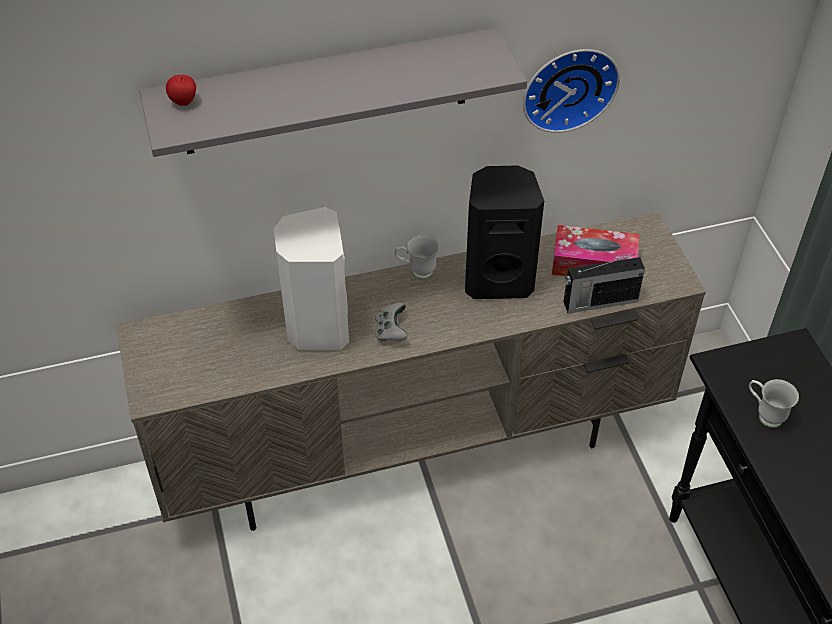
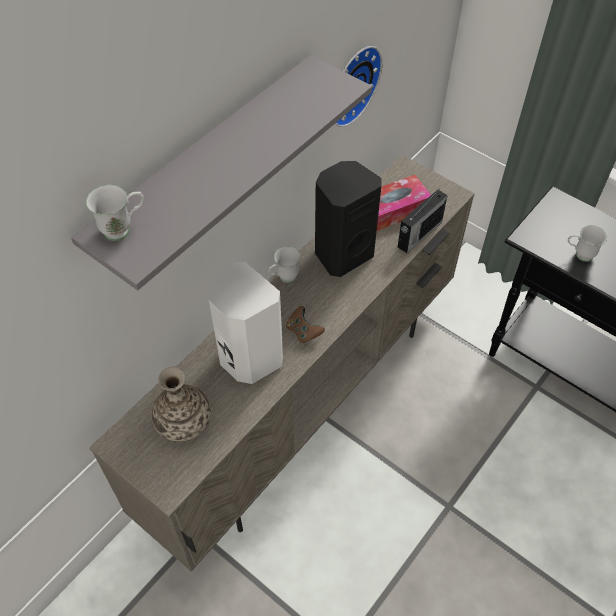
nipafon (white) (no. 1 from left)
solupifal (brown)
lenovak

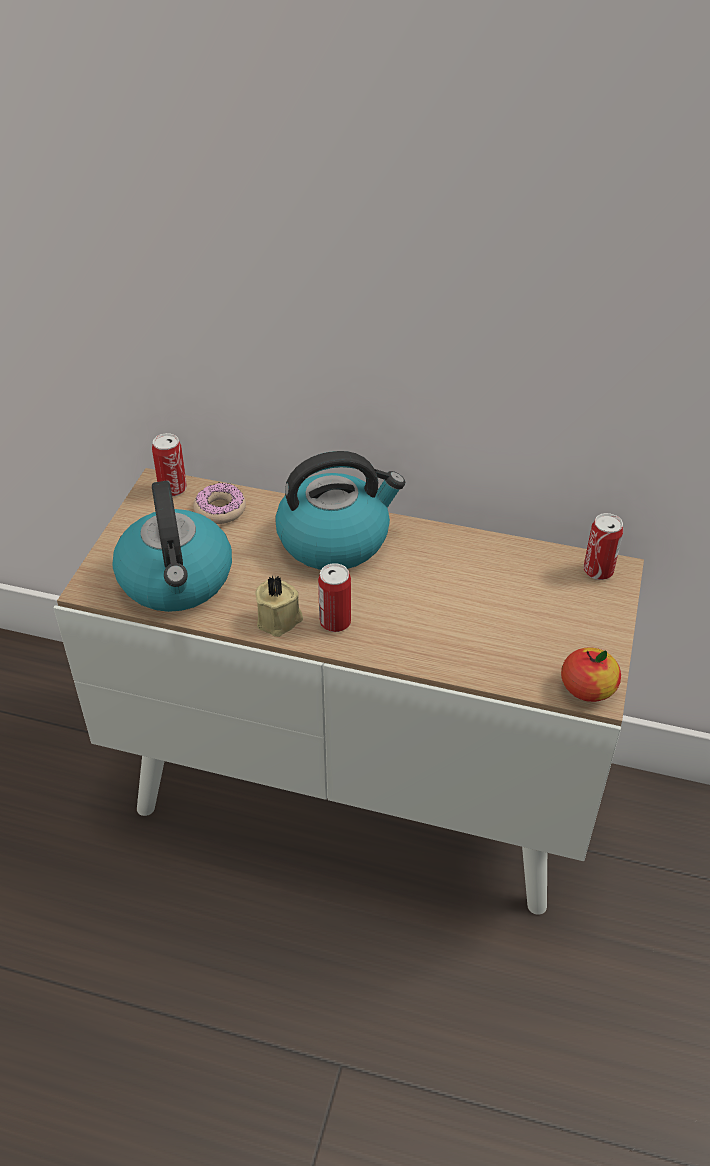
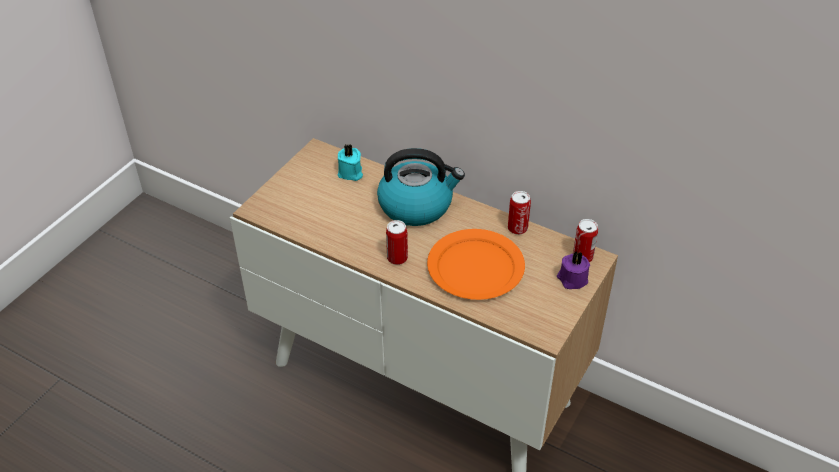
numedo (no. 1 from left in the first image)
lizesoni (no. 2 from left)
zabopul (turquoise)
zabopul (beige)
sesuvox
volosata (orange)
zabopul (purple)

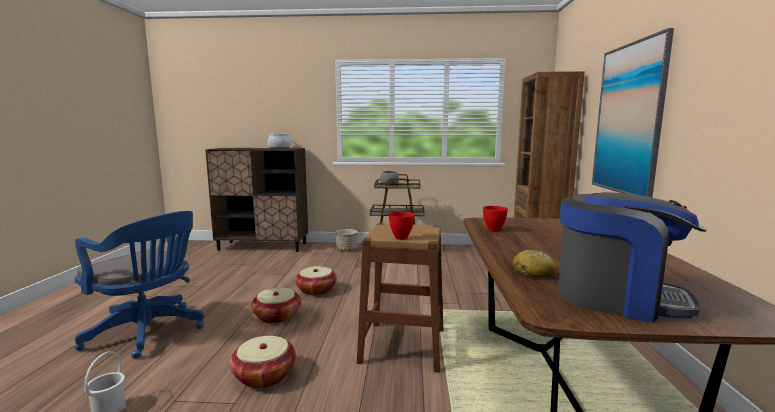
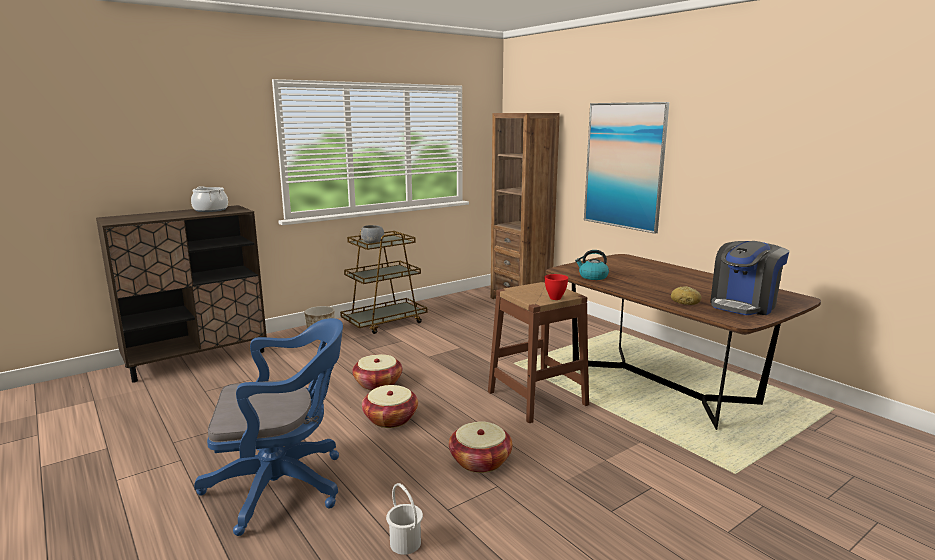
numedo
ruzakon

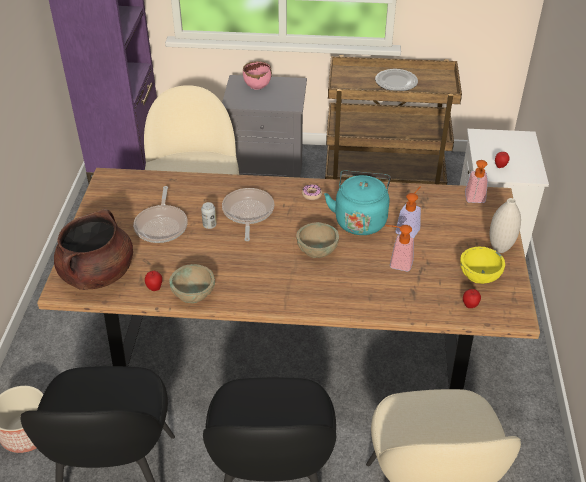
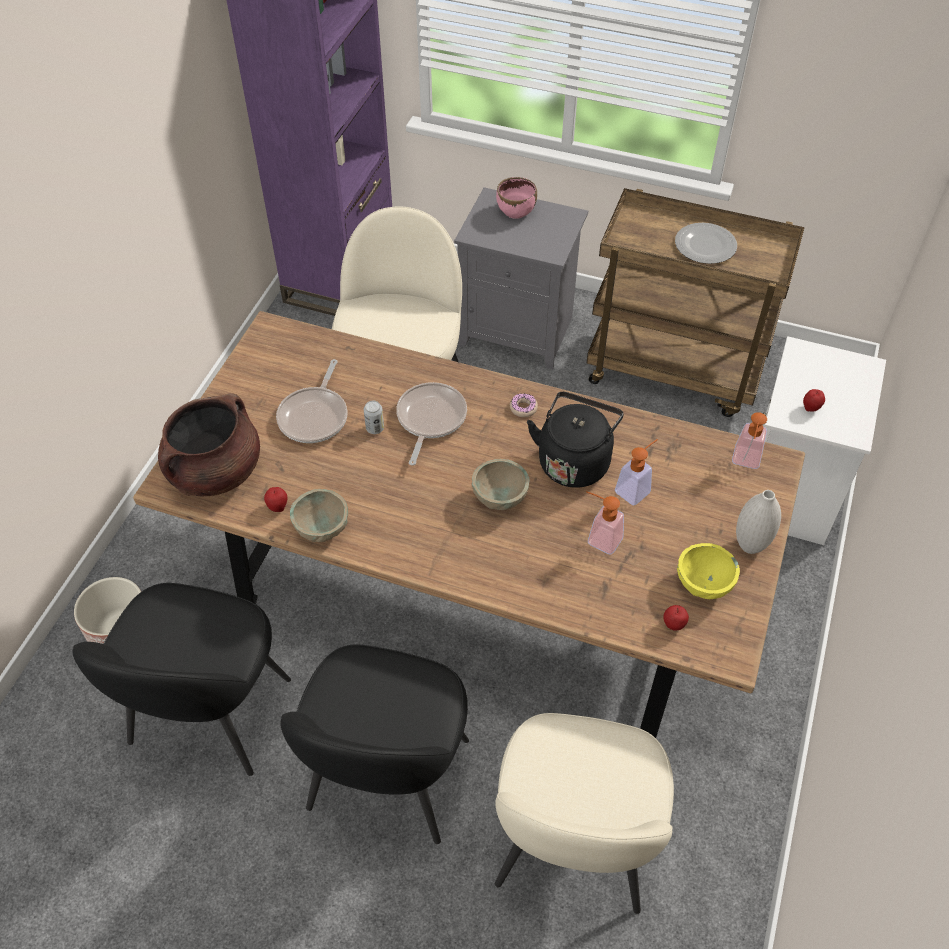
numedo (black)

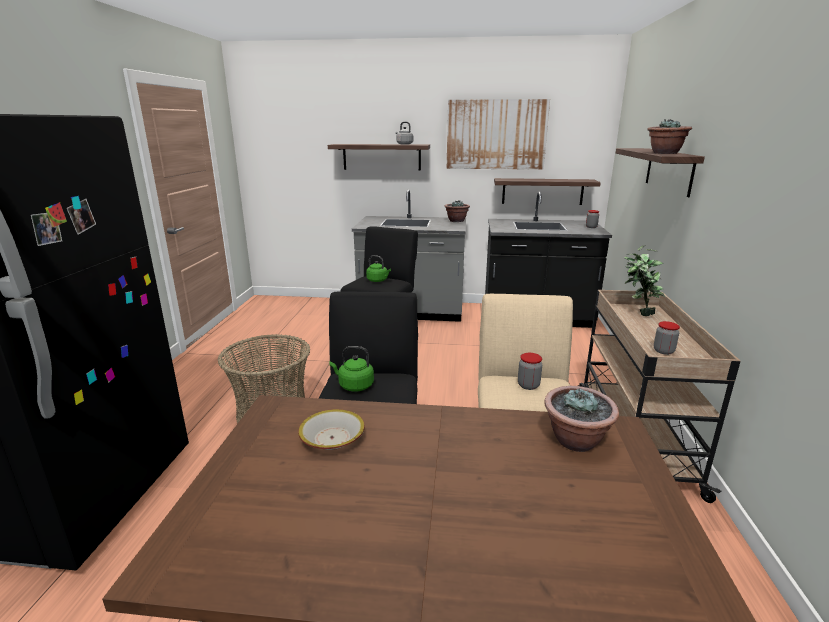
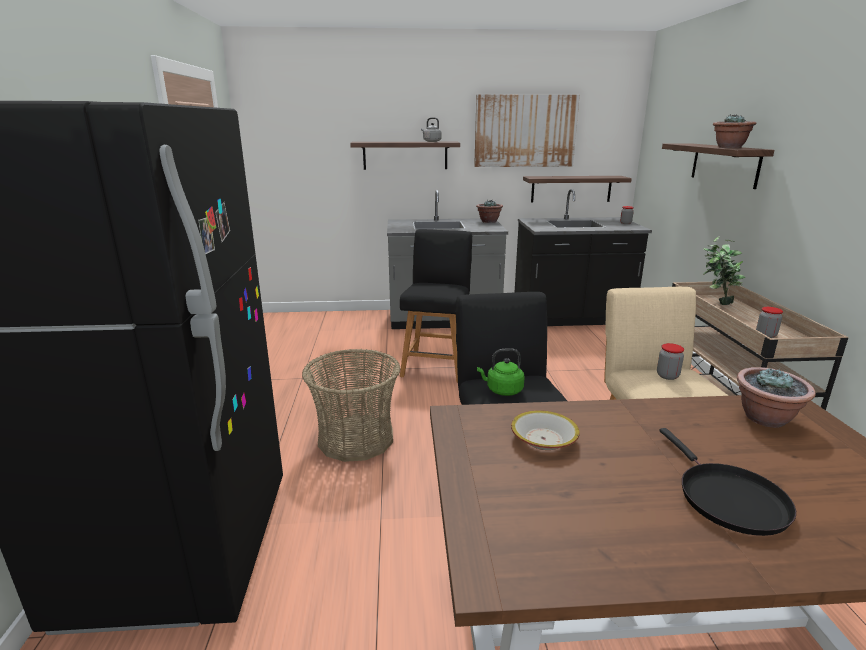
numedo (green) (no. 2 from left in the first image)
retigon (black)

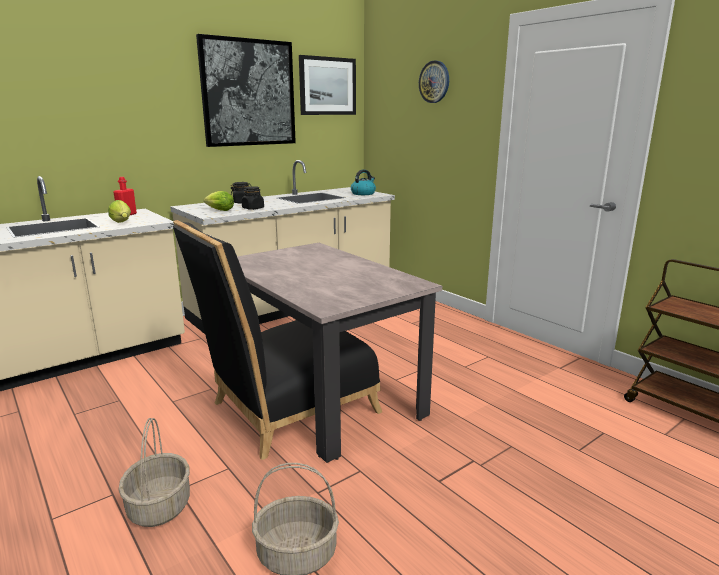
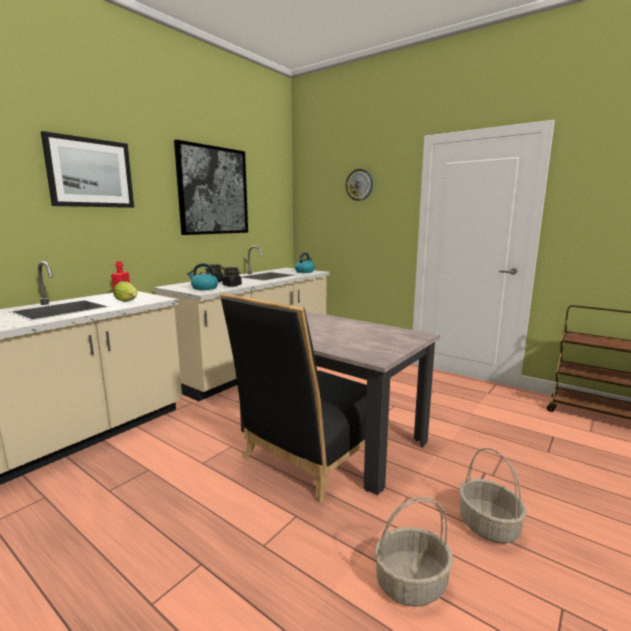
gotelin (no. 2 from left)
numedo (no. 1 from left)
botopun (no. 1 from left)

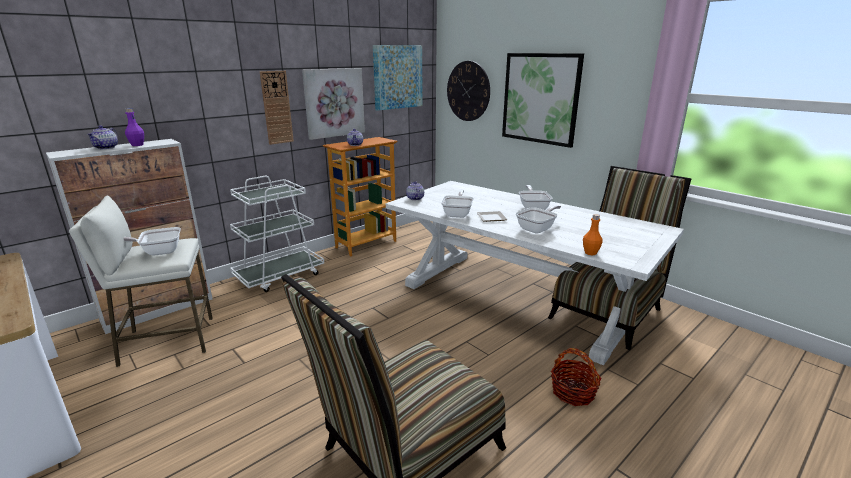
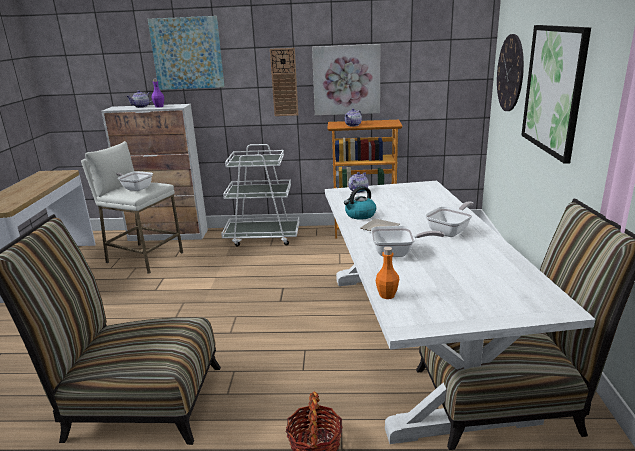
botopun (no. 1 from left)
numedo

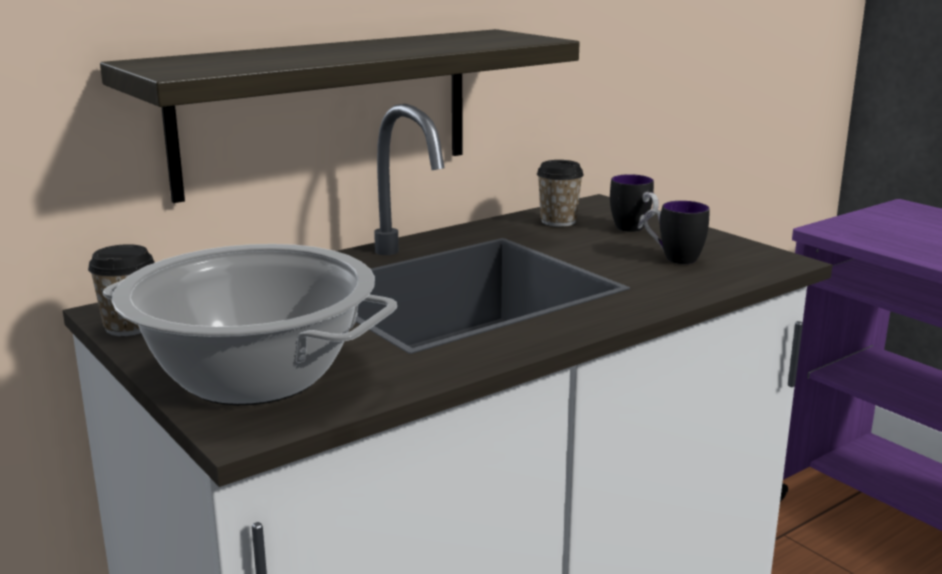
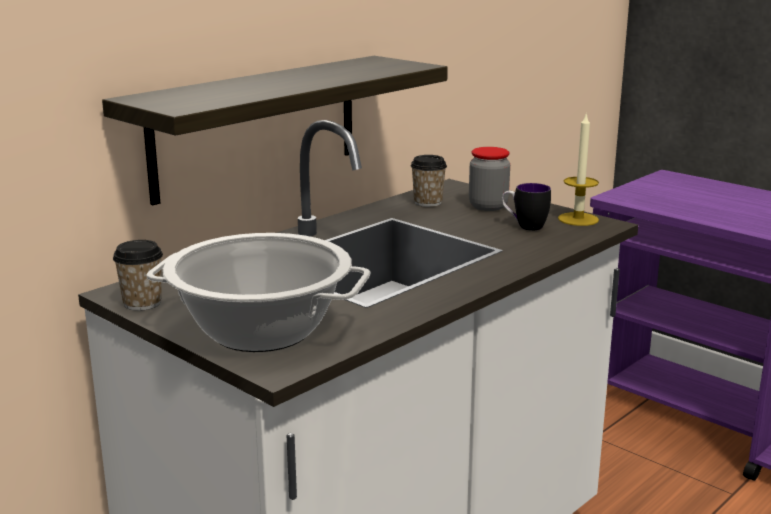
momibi
zabopul

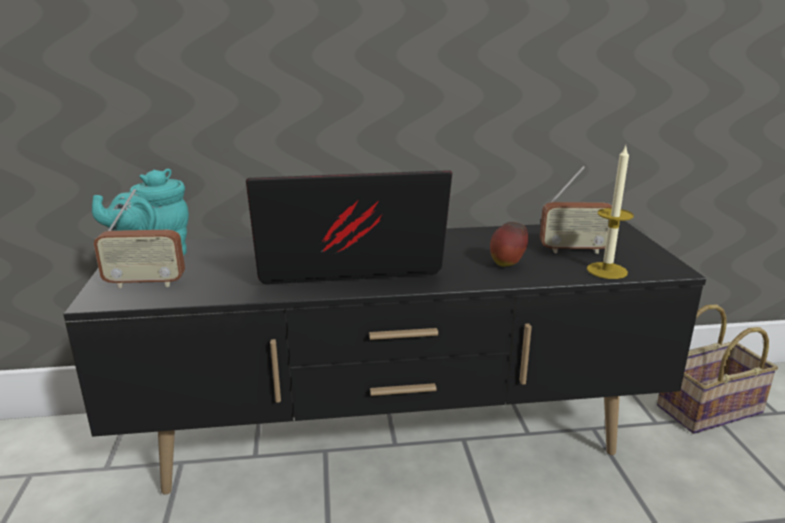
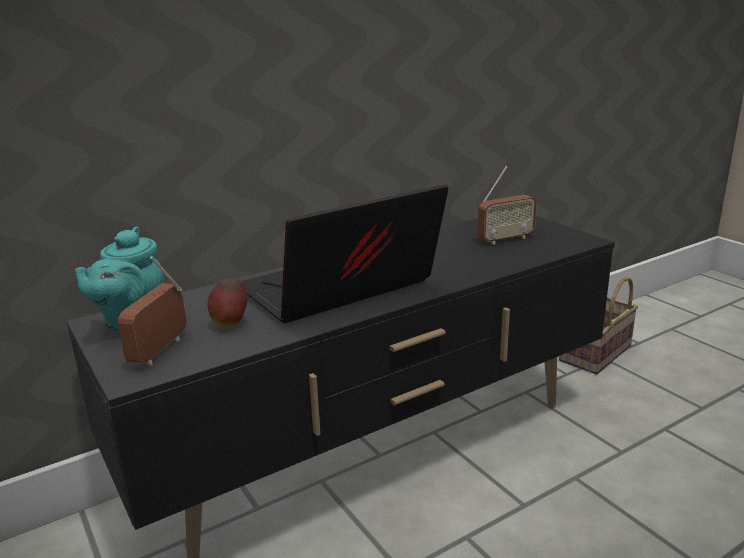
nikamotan (no. 1 from left)
sesuvox
zabopul

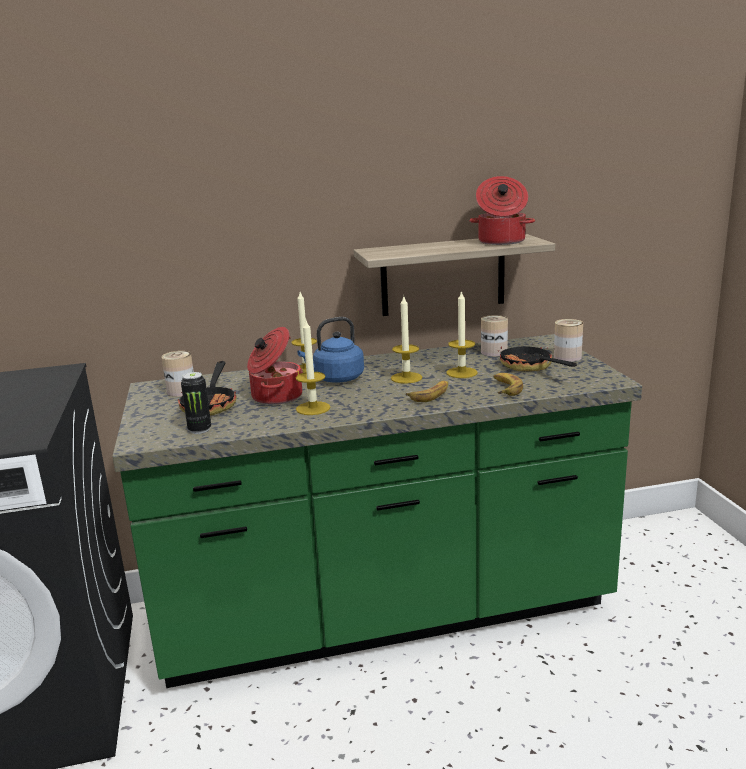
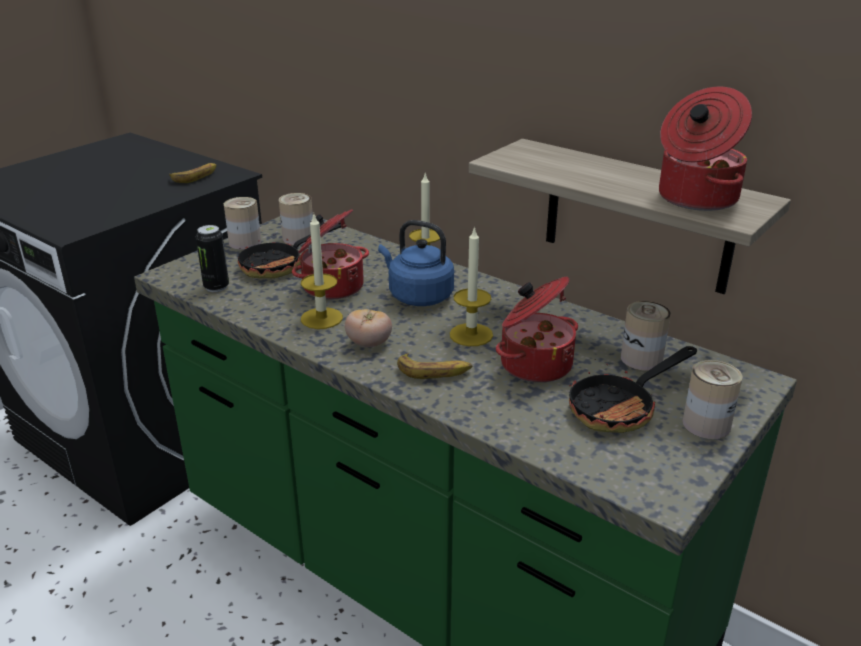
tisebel (no. 2 from left)
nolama (no. 1 from left)
retigon (no. 2 from left)
lizesoni (no. 2 from left)
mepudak

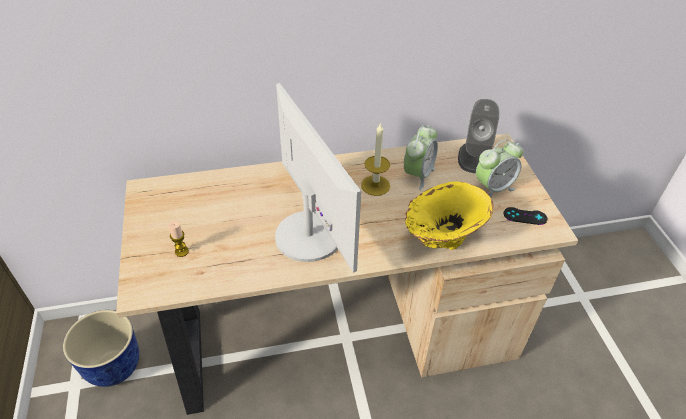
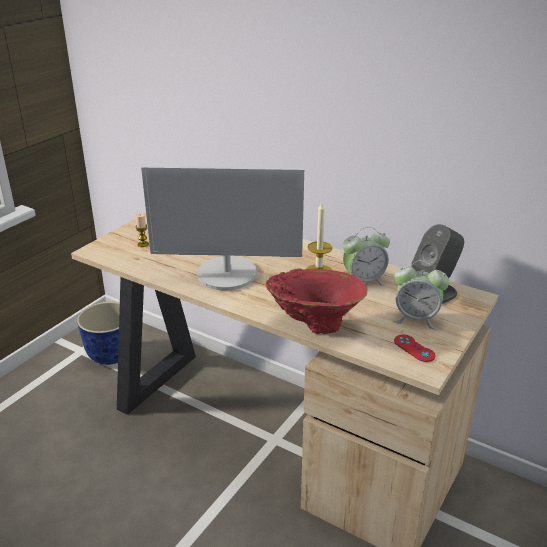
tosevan
lenovak (red)
solupifal (red)

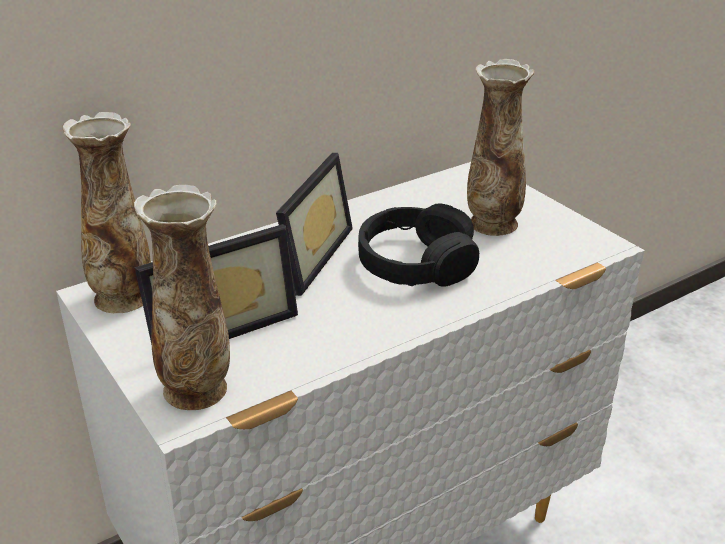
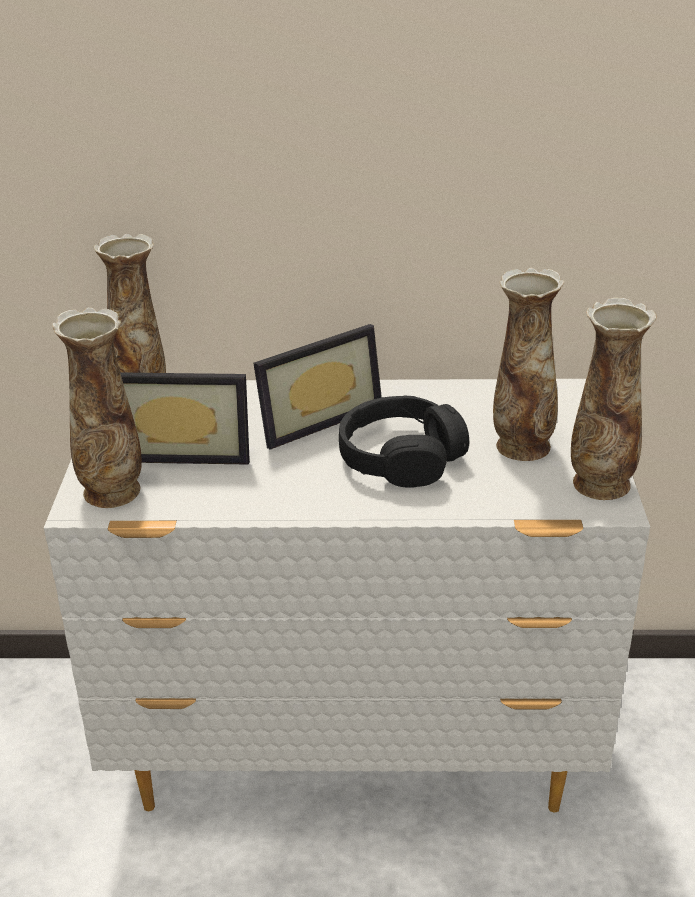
lenovak (no. 4 from left)

